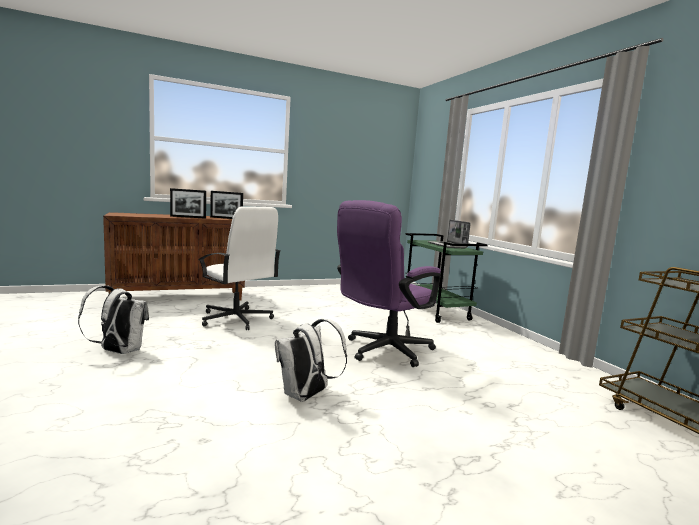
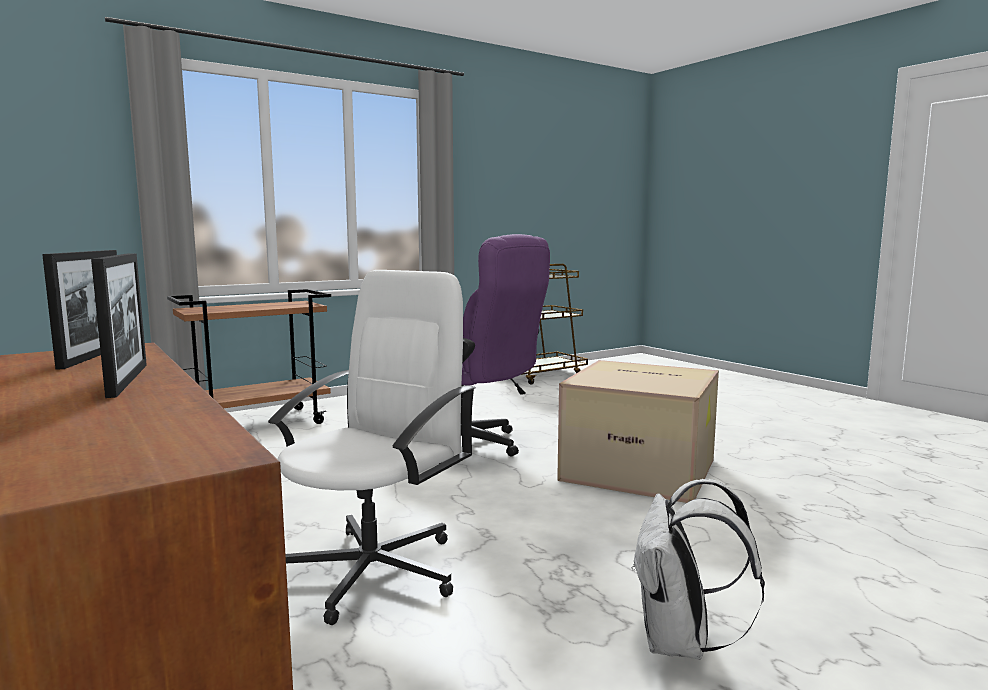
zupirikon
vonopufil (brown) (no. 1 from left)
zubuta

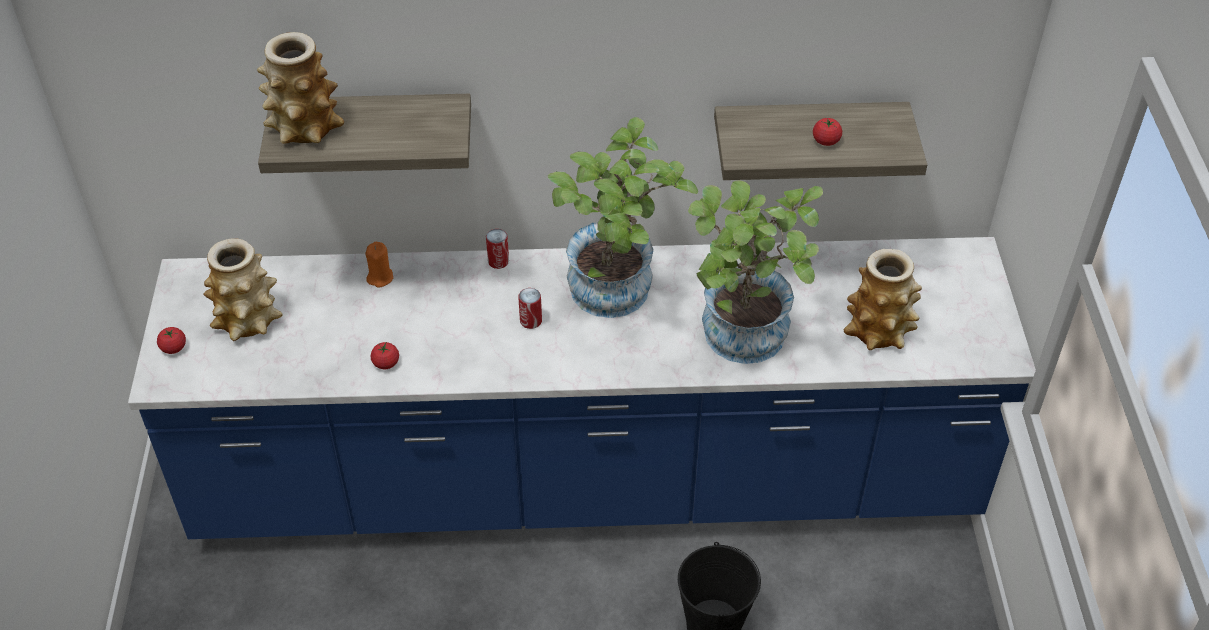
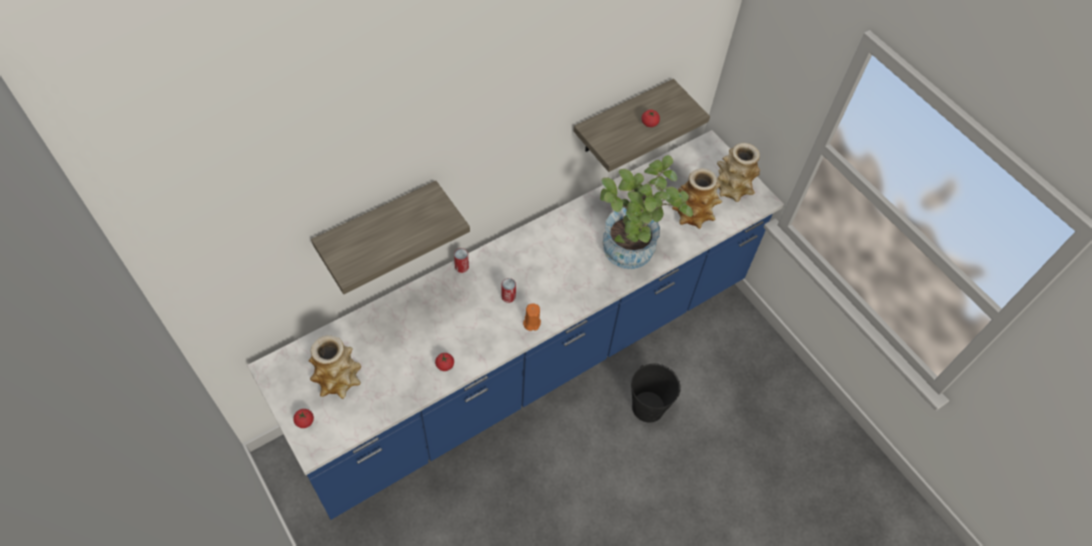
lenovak (no. 3 from left)
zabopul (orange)
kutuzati (no. 1 from left in the first image)

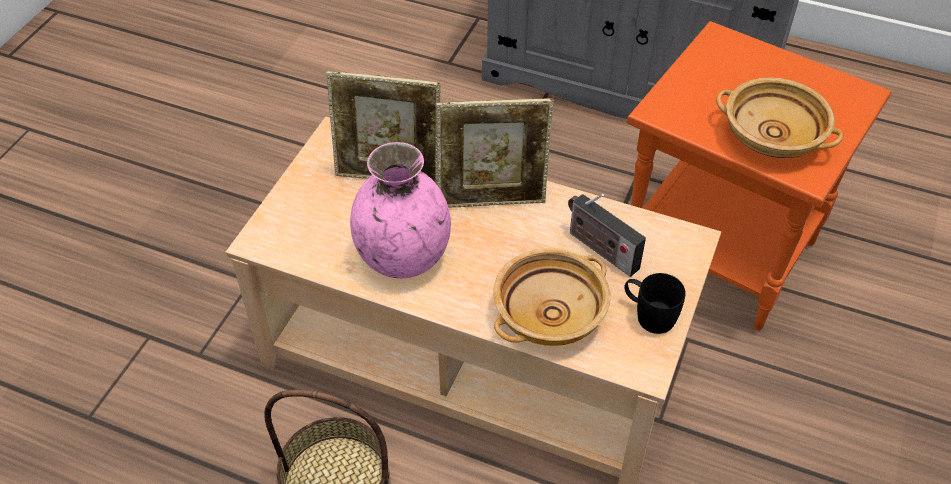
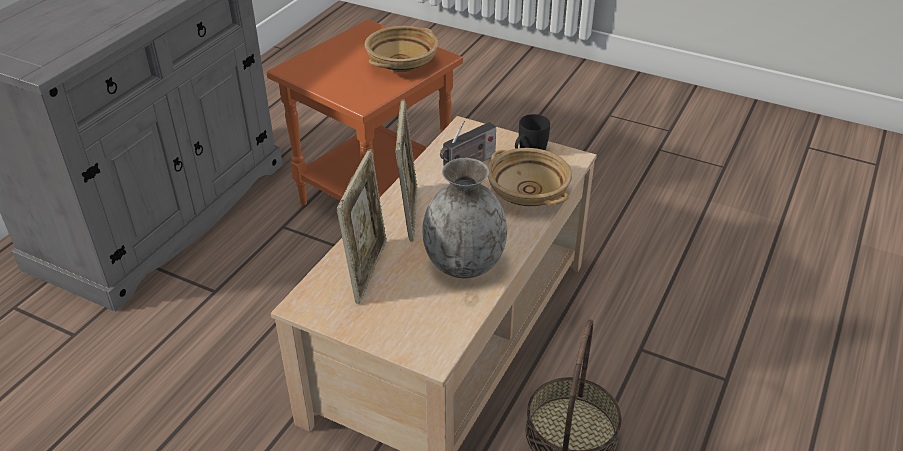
lenovak (grey)

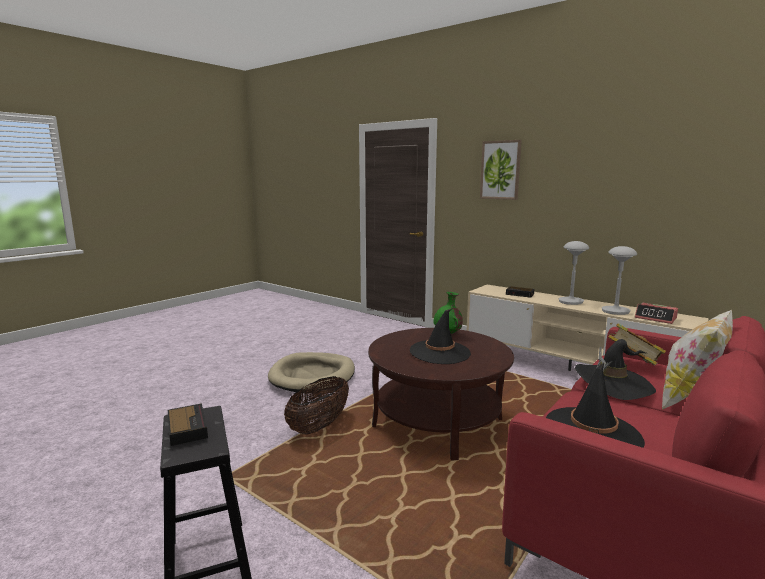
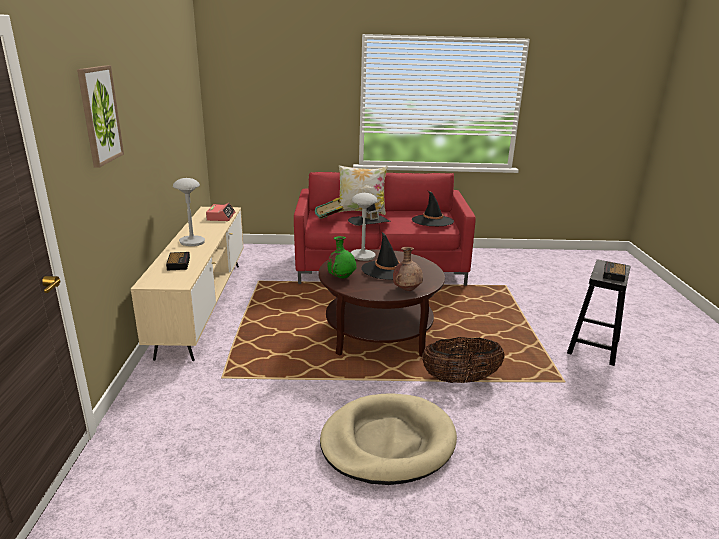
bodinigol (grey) (no. 2 from left)
lenovak (brown)

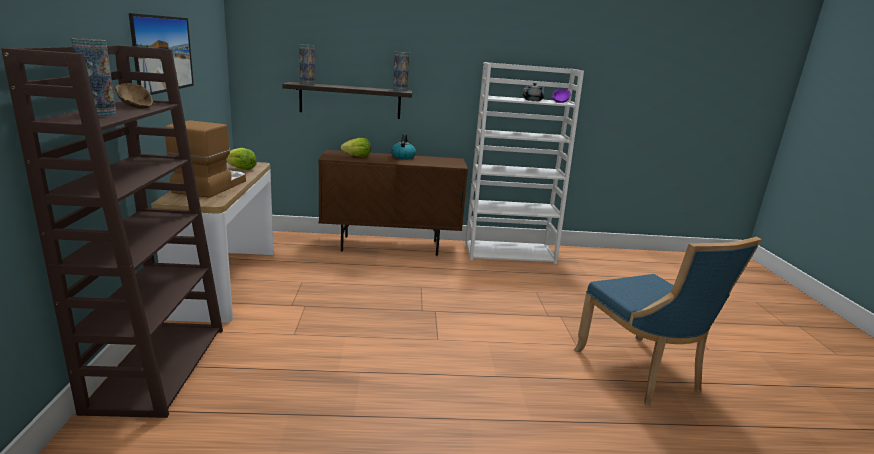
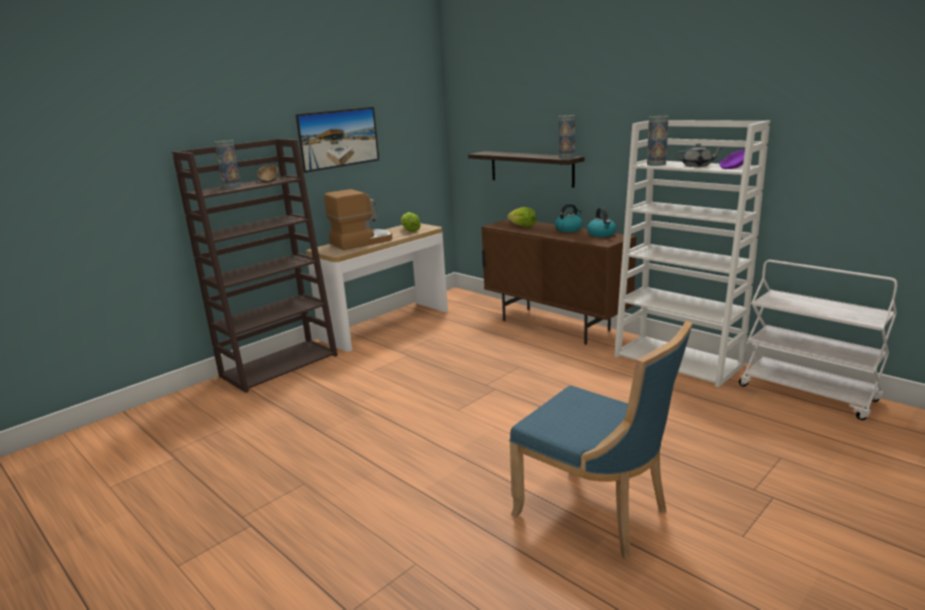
lenovak (no. 3 from left)
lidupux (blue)
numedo (no. 2 from left)
vonopufil (white)

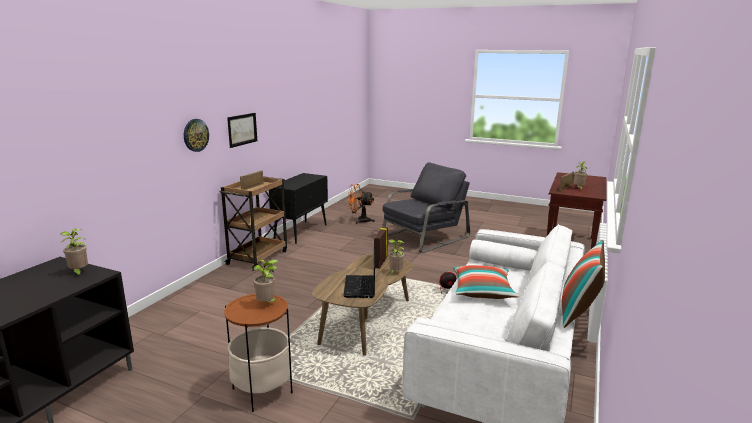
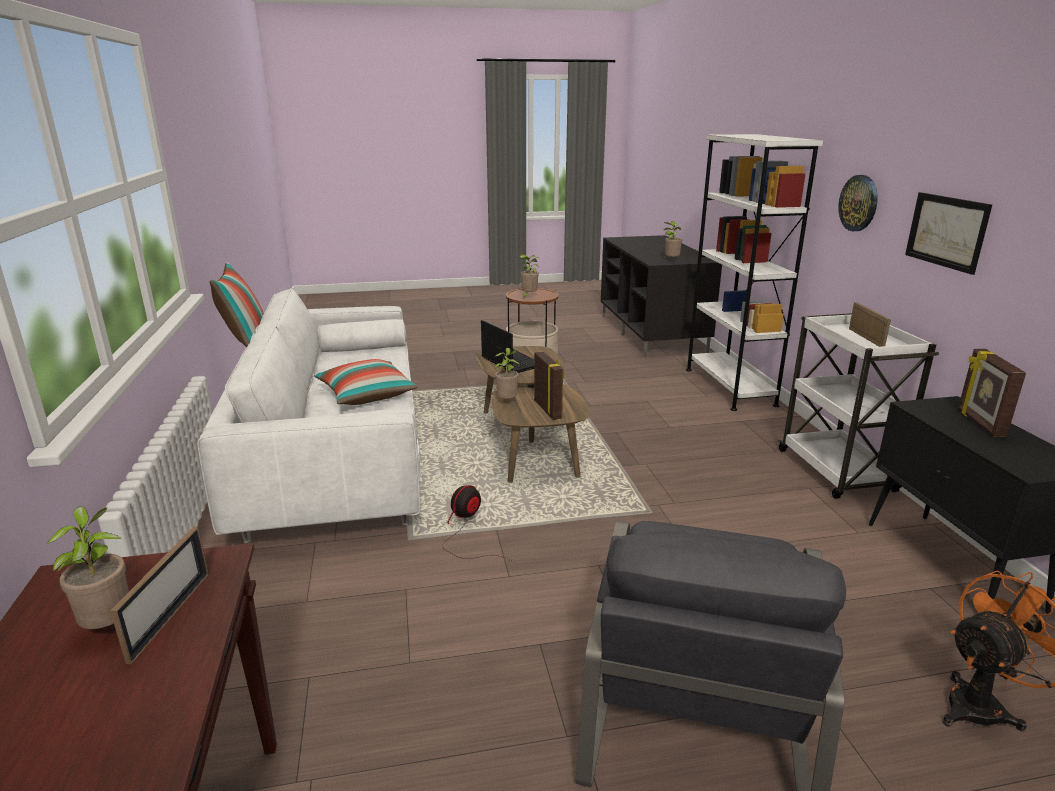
vonopufil (white)
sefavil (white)
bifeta (no. 4 from left)

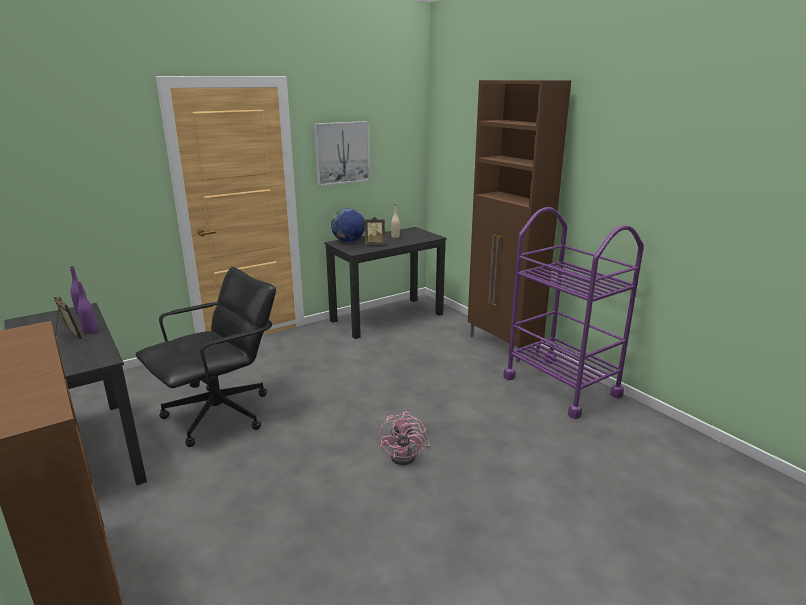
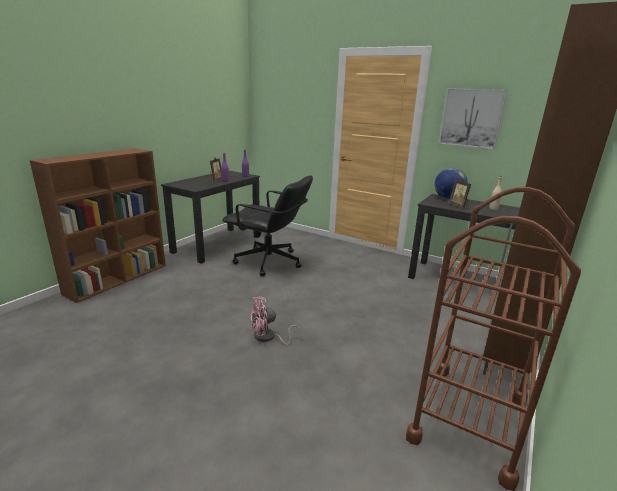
vonopufil (brown)

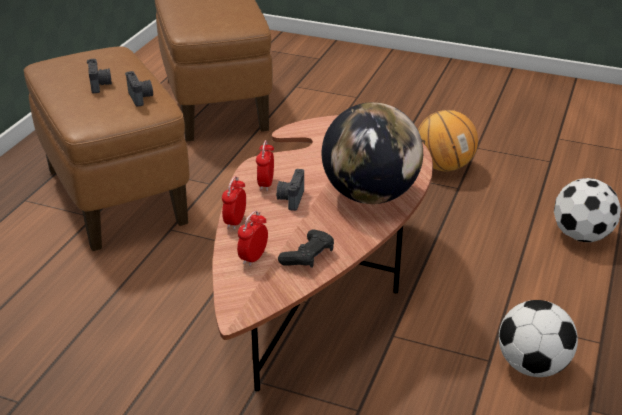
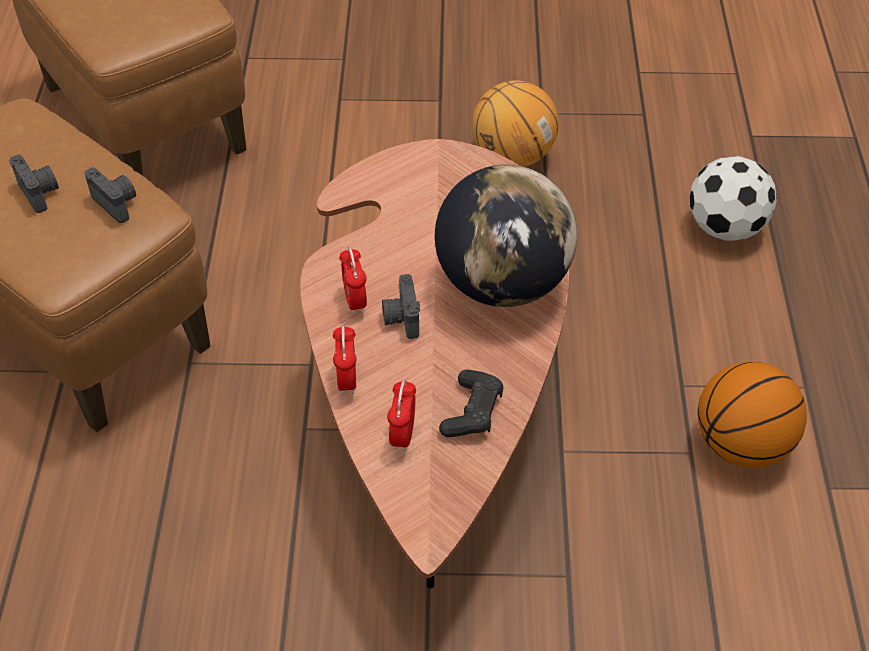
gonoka (no. 2 from left)

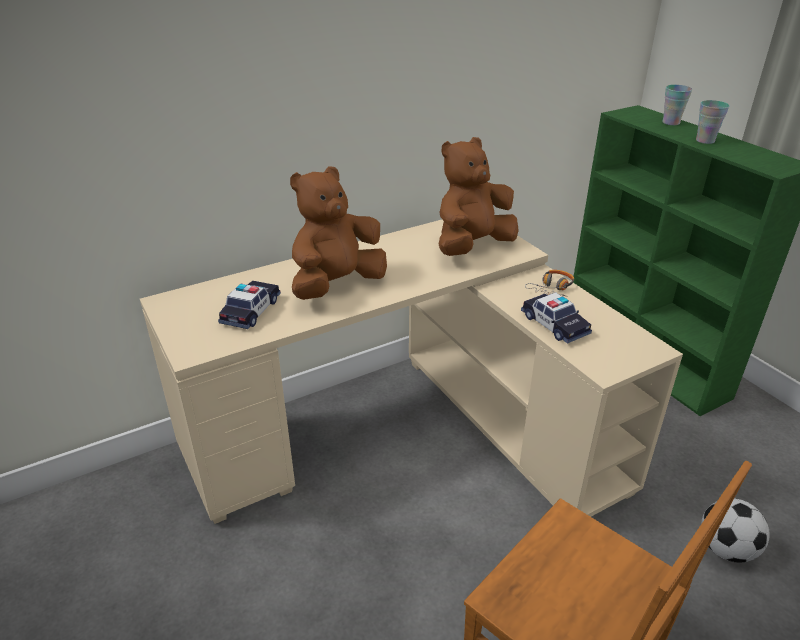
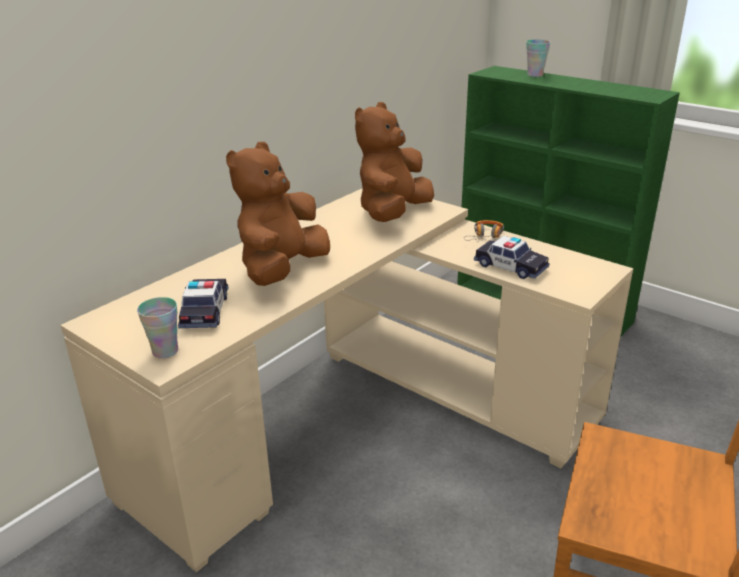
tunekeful (no. 1 from left)
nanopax

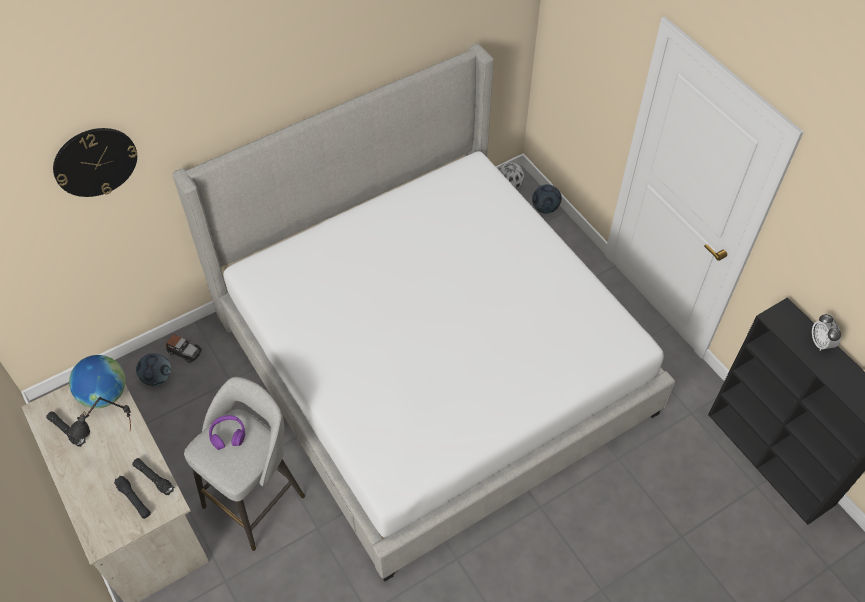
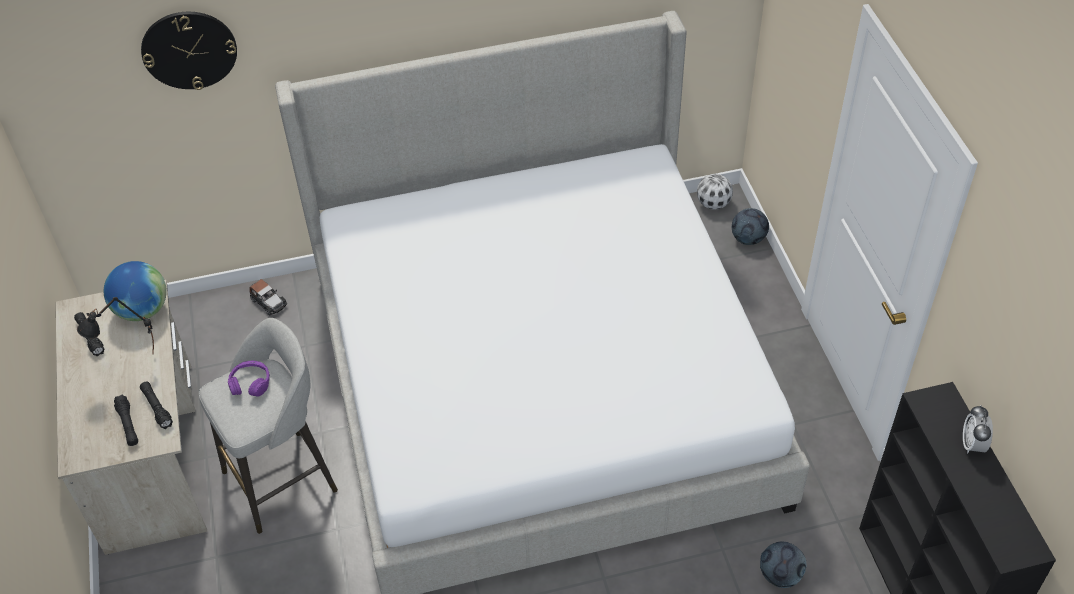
nanopax (no. 3 from left)

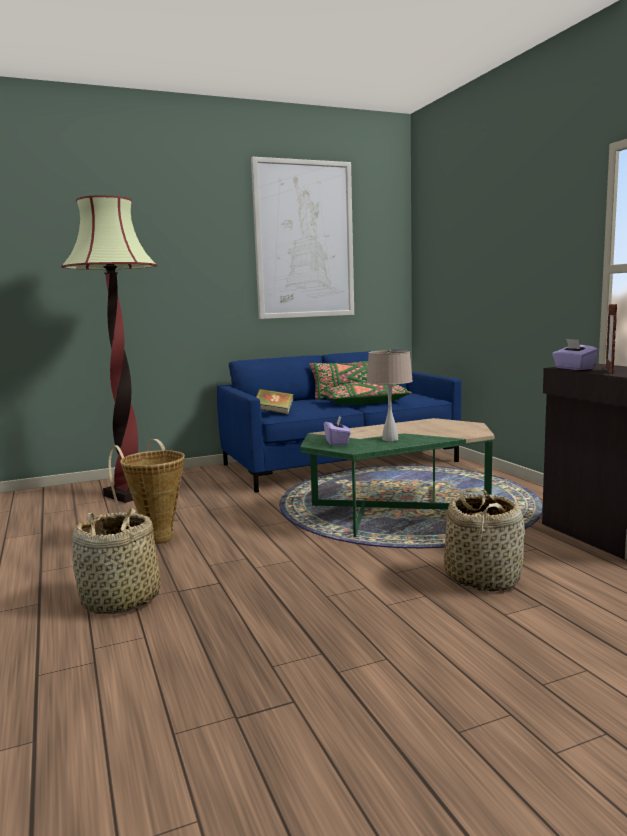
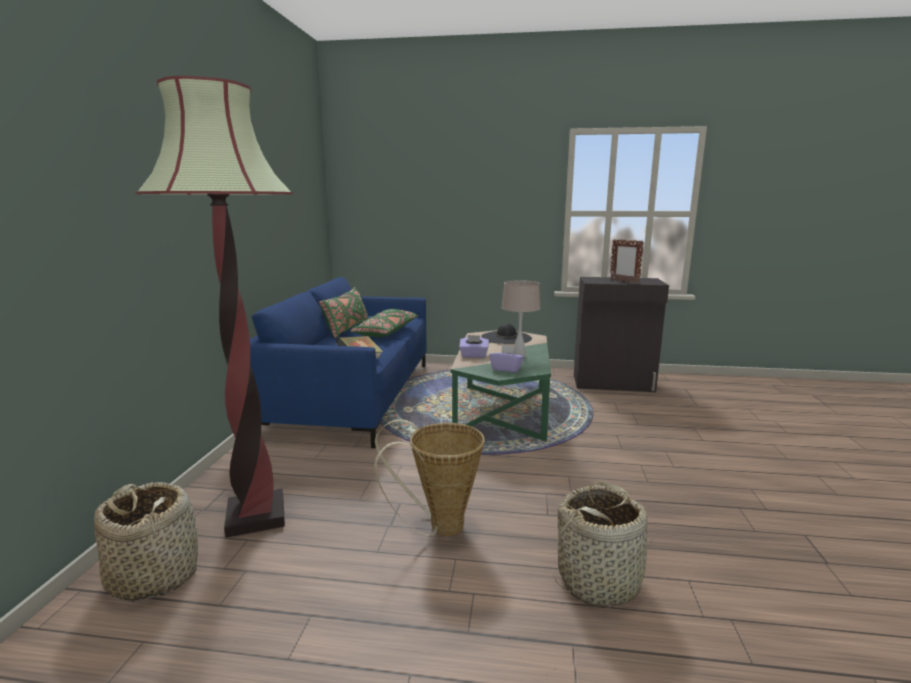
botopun
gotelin (no. 1 from left)
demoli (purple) (no. 1 from left)
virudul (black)

